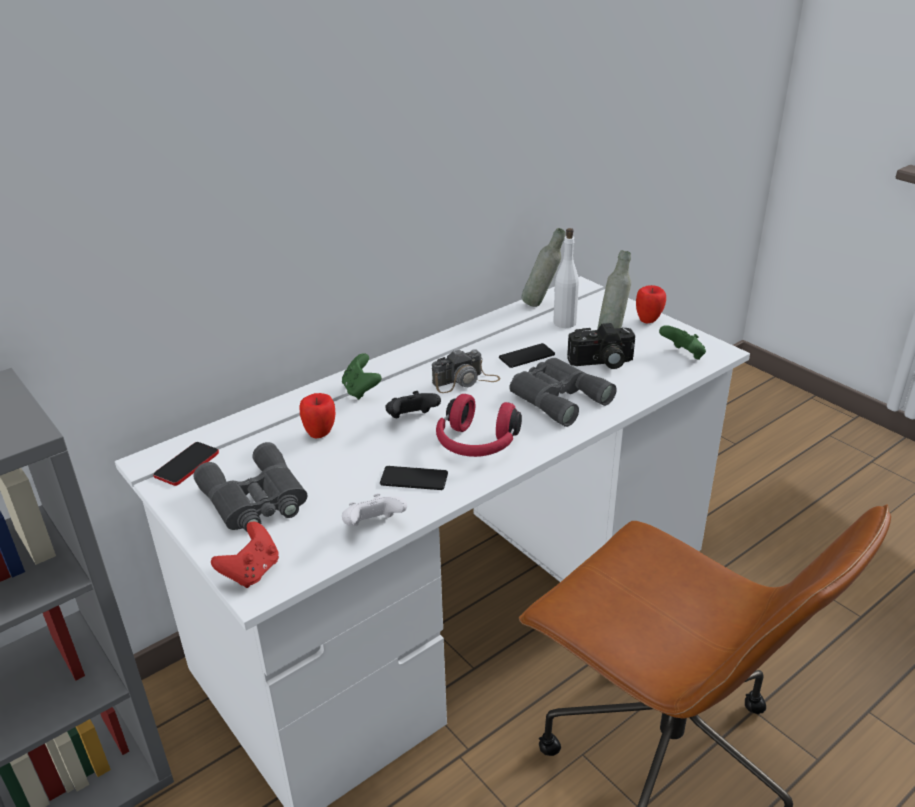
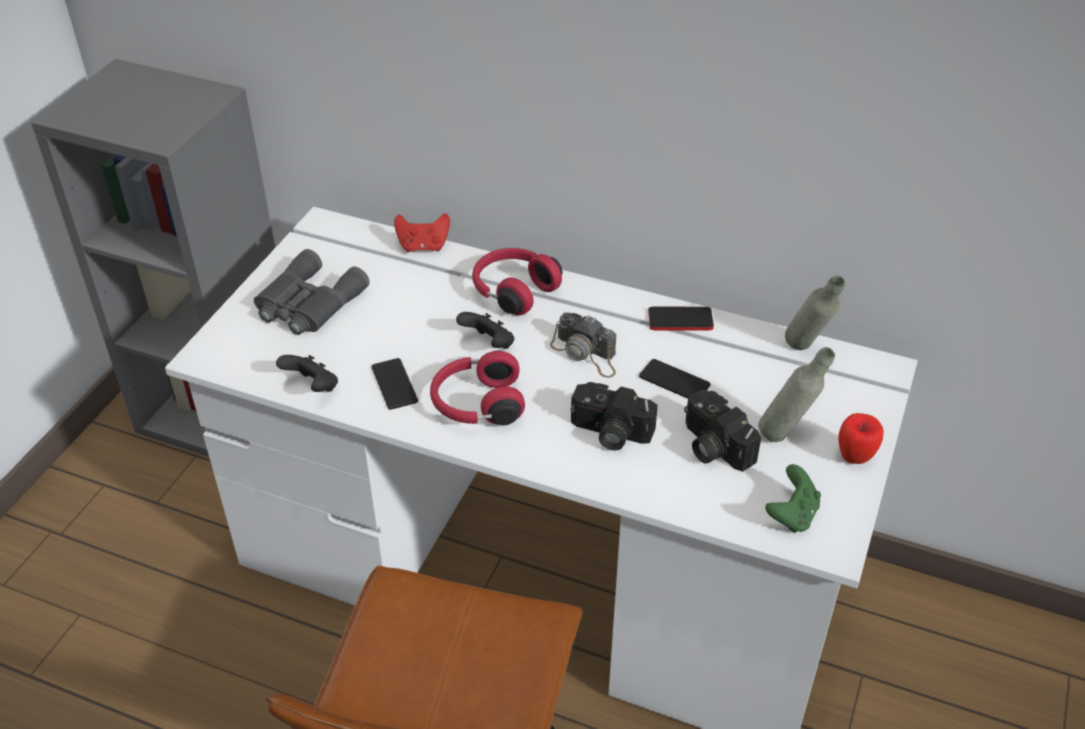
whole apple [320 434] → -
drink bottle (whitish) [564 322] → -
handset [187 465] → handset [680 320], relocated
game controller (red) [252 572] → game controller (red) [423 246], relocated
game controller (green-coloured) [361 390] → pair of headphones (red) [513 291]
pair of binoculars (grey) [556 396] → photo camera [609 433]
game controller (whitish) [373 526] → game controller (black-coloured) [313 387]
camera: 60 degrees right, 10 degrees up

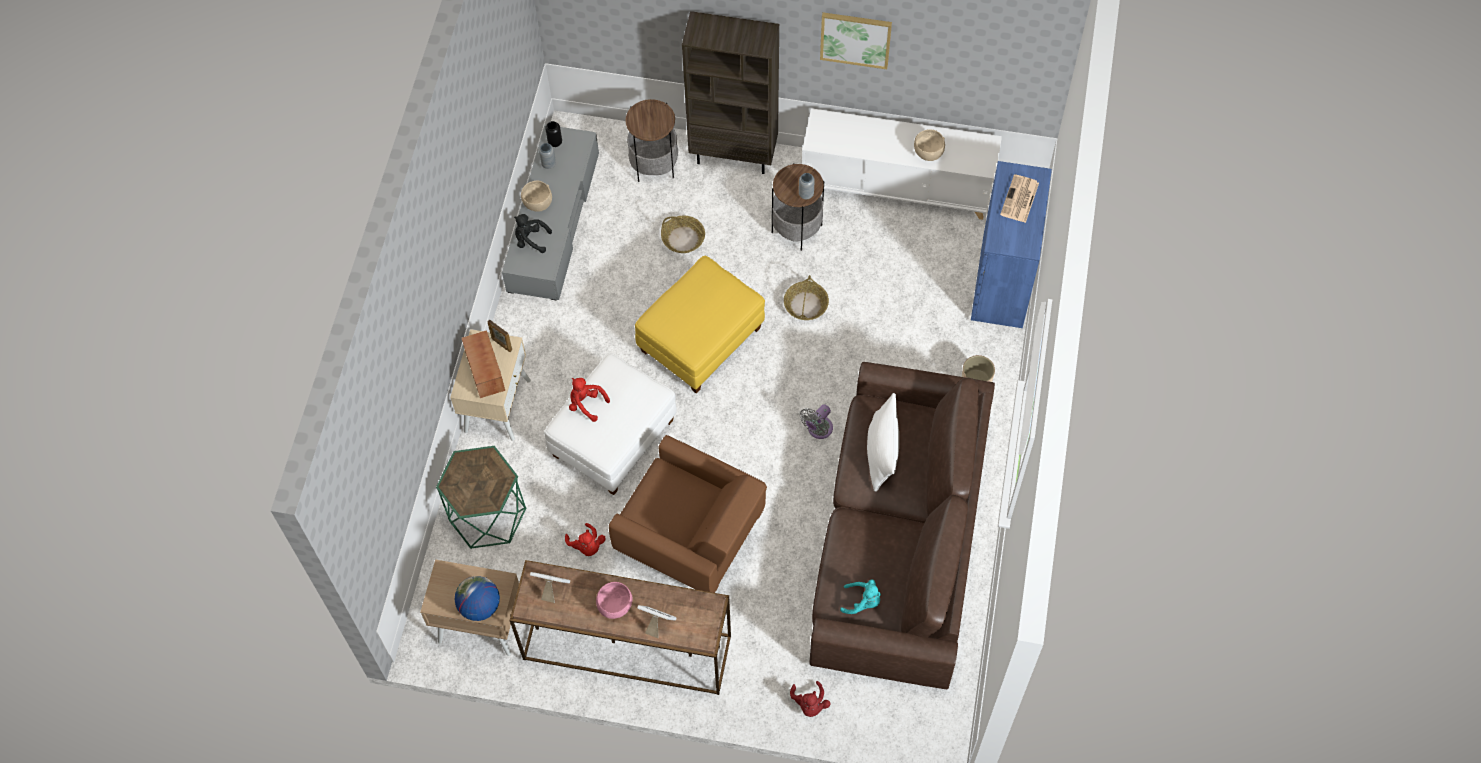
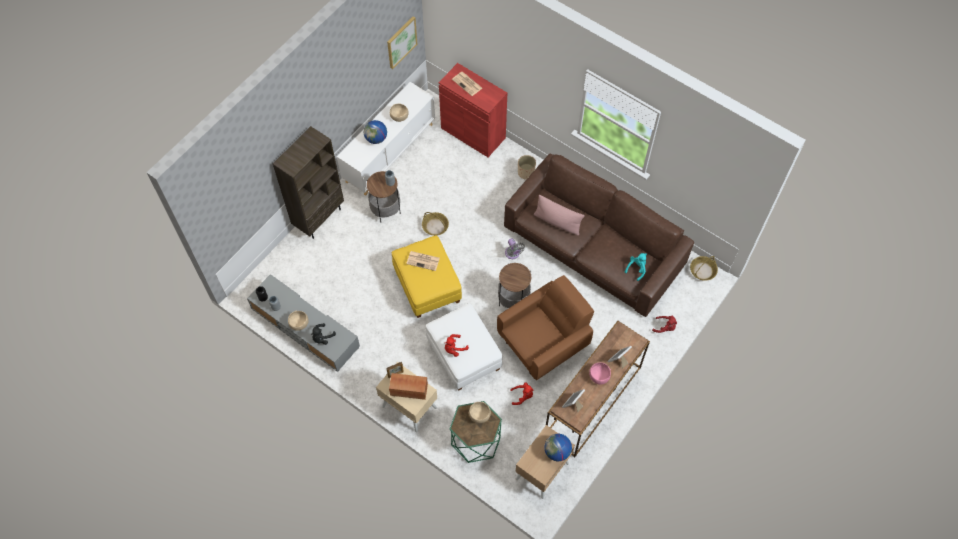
- → world globe [376 139]
- → daily paper [423 261]
- → serving bowl (beige) [479 415]
accent table [654 165] → accent table [513 300], relocated
household basket [683 239] → household basket [702 270], relocated
picture [855 39] → picture [401 42], relocated
pillow (whitish) [881 452] → pillow (pink) [557 222]
cabinet (blue) [1002 280] → cabinet (red) [473 133]
camera: 65 degrees left, 0 degrees up

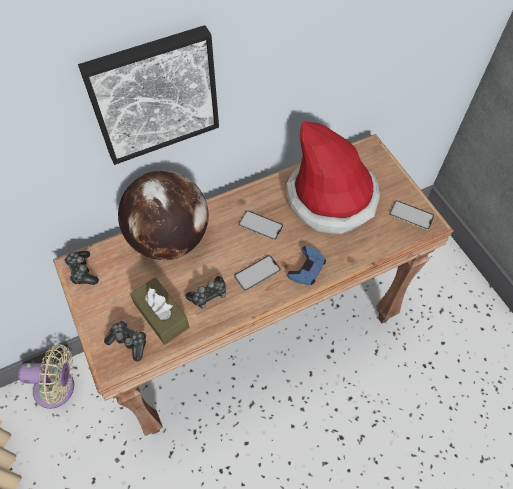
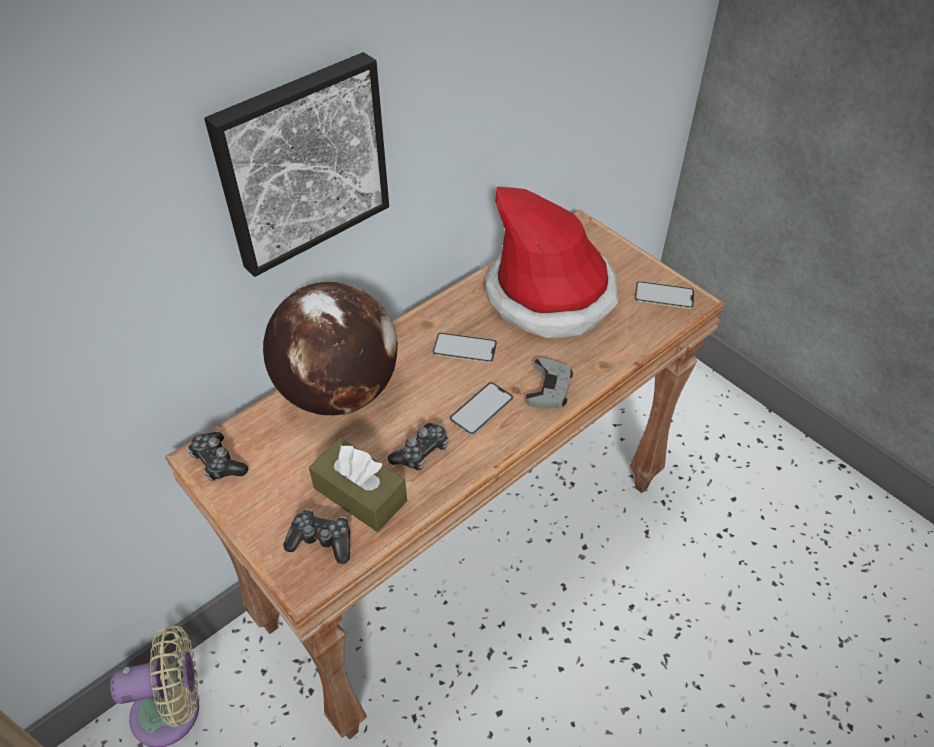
game controller (blue) [307 268] → game controller (grey) [549 388]
camera: 15 degrees left, 10 degrees down

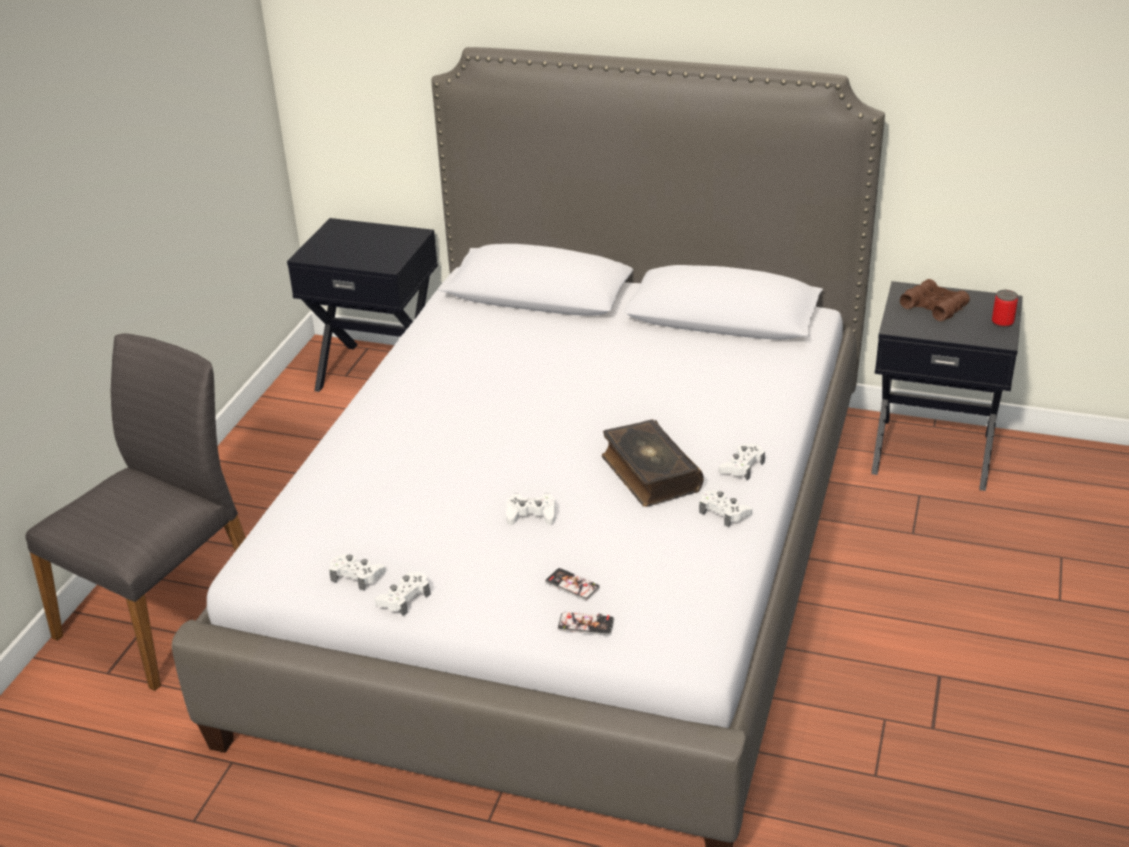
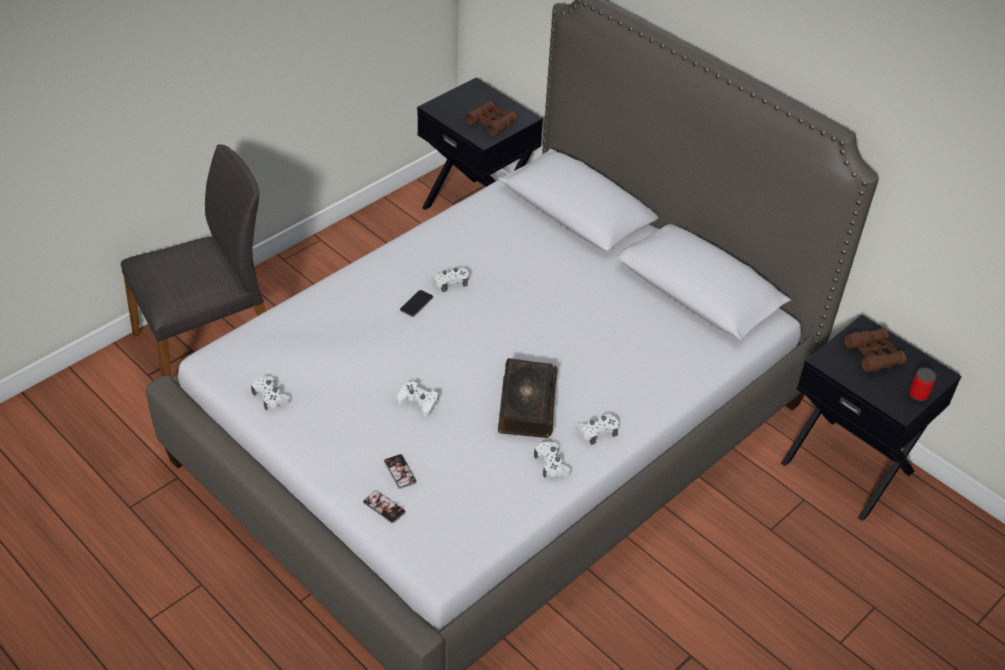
- → handset [416 304]
- → pair of binoculars (brown) [491 123]
game controller (whitish) [404 598] → game controller (whitish) [450 281], relocated
camera: 25 degrees right, 10 degrees up

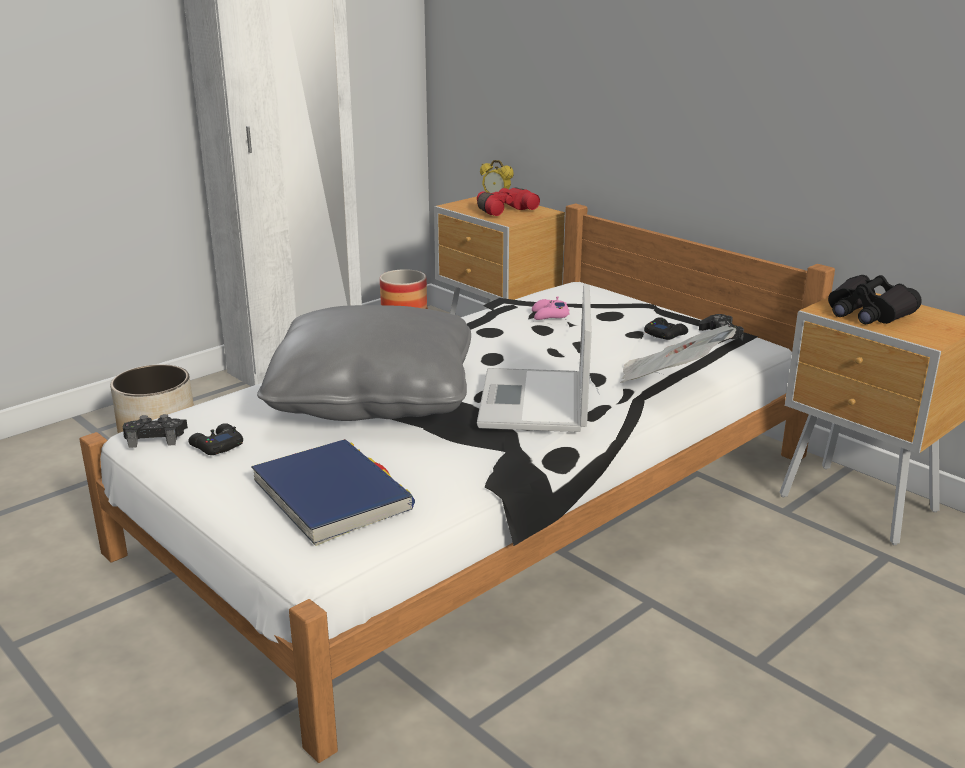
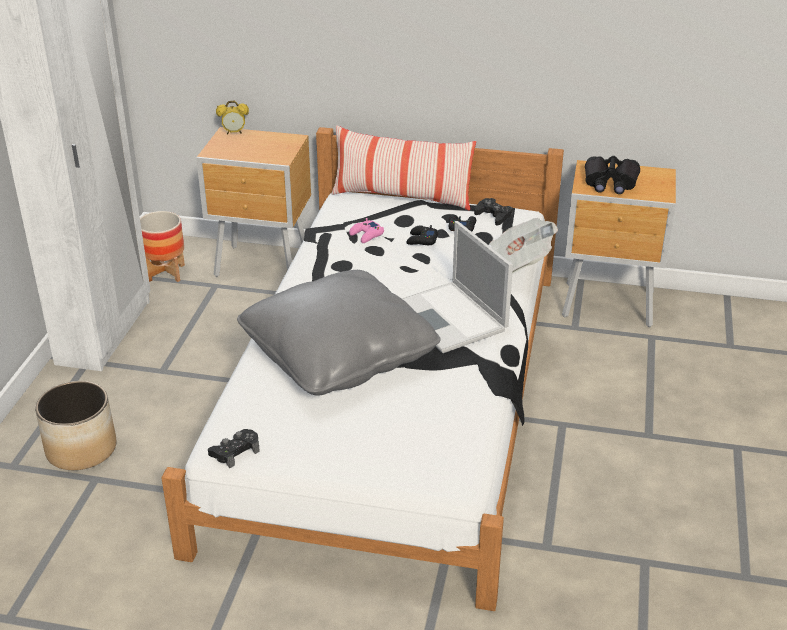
book (blue) [332 496] → -
pair of binoculars (red) [503 210] → -
- → pillow [402 197]
game controller (black-coloured) [216 446] → game controller (black-coloured) [421 240], relocated
camera: 35 degrees left, 10 degrees up

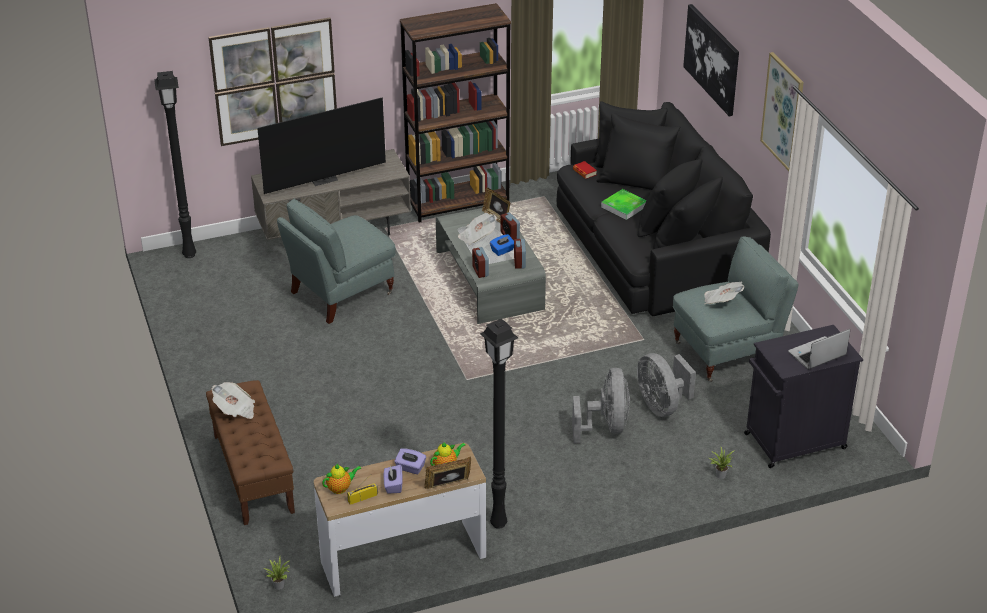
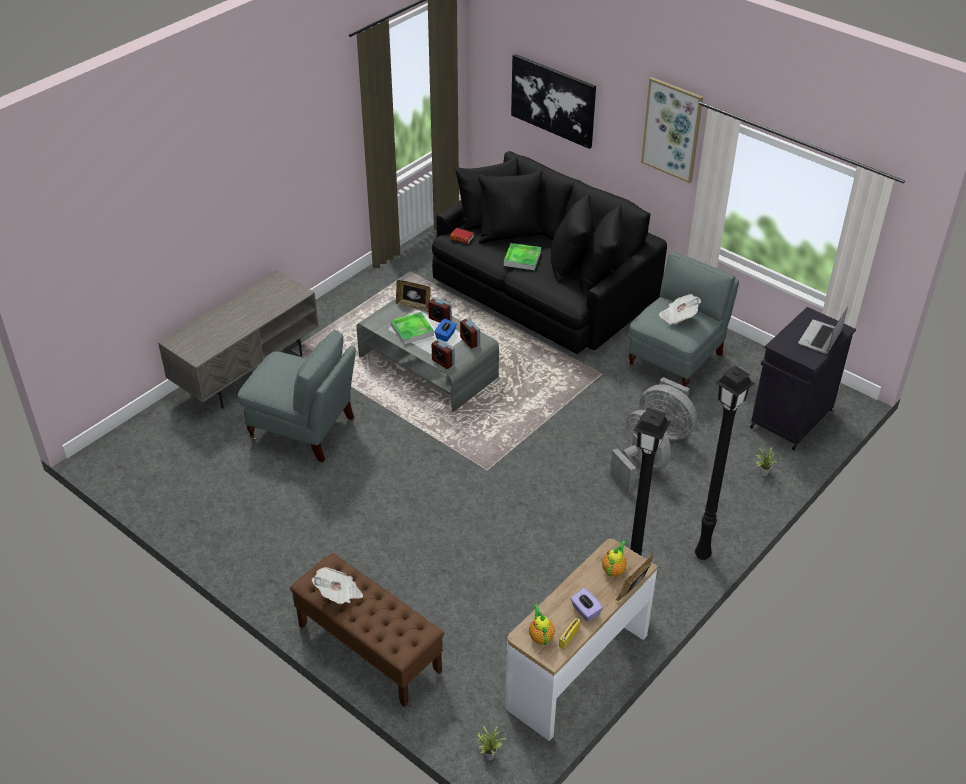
picture [274 81] → -
TV set [323 179] → -
tissue box (purple-coloured) [410 468] → -
bookshelf (brown) [458 203] → -
floor lamp (black-coloured) [190 255] → floor lamp (black-coloured) [704 555], relocated
daily paper [477 237] → tray [412 330]
easy chair (grey) [341 293] → easy chair (grey) [303 429], 90 degrees counterclockwise
teapot [340 488] → teapot [540 636], 45 degrees counterclockwise
camera: 30 degrees left, 5 degrees up

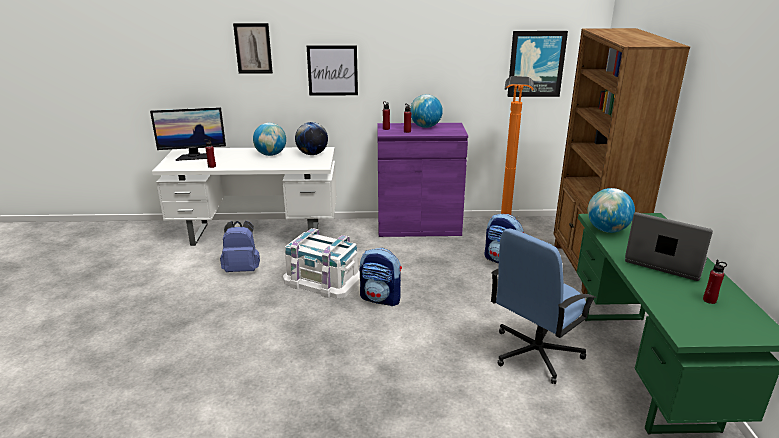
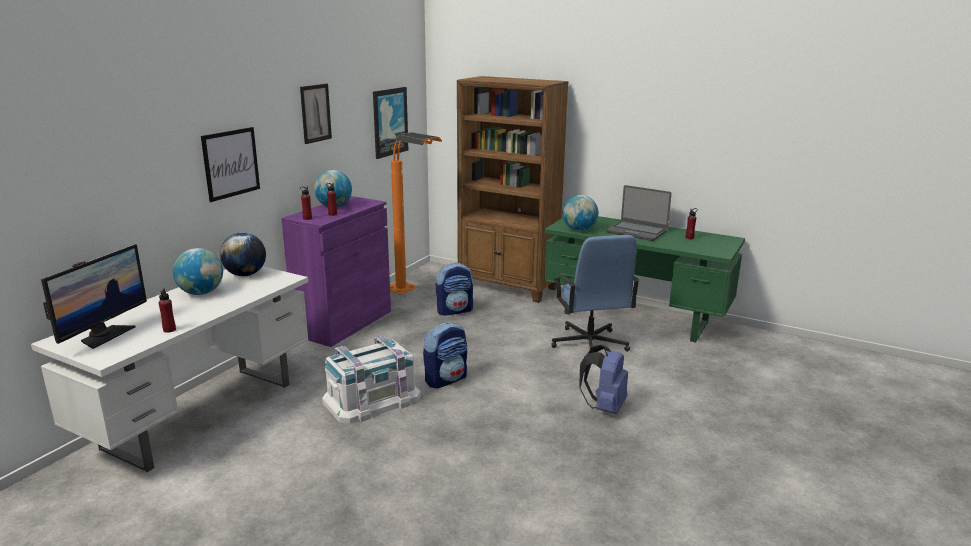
knapsack (blue) [242 269] → knapsack (blue) [604 407], relocated
picture [253 48] → picture [315 113], relocated
notebook computer [665 262] → notebook computer [637 231], 120 degrees counterclockwise
camera: 60 degrees left, 5 degrees down

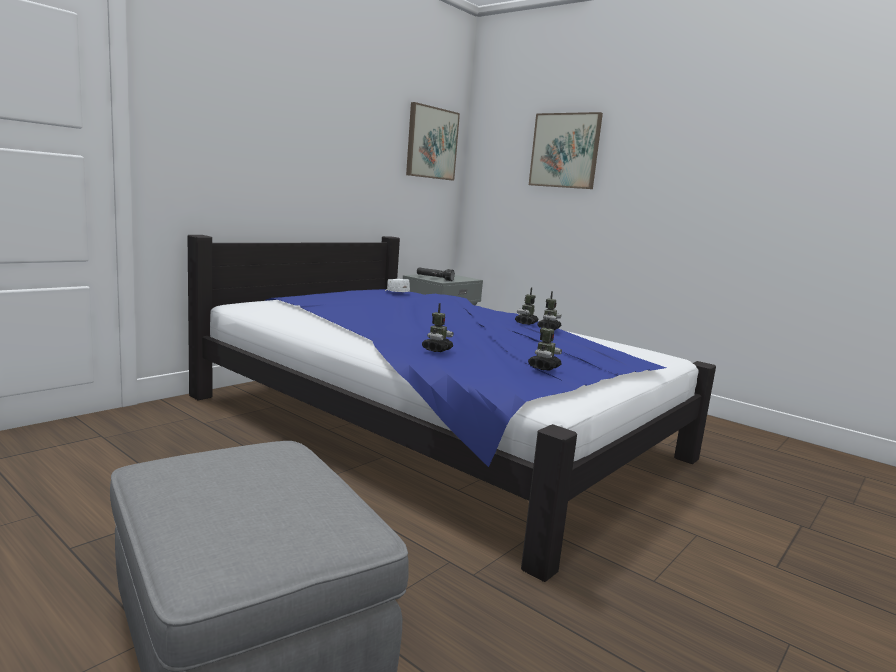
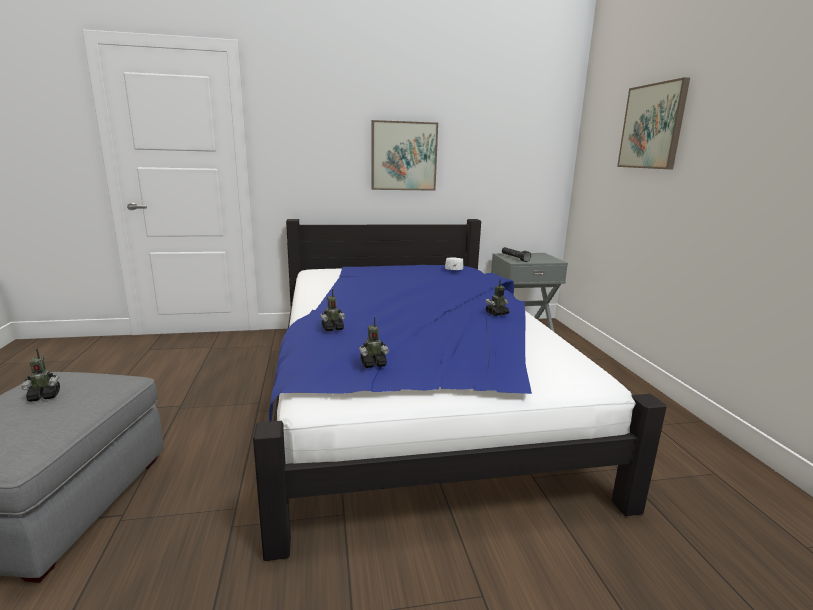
picture [431 143] → picture [403 156], relocated
robot figure [548 328] → robot figure [44 396], relocated
camera: 40 degrees right, 5 degrees up

